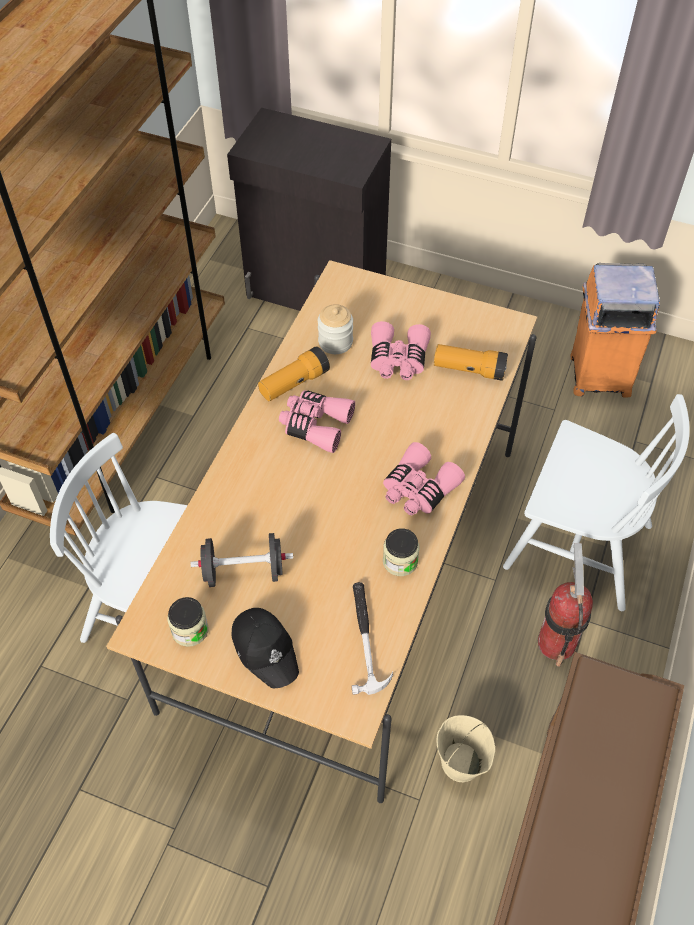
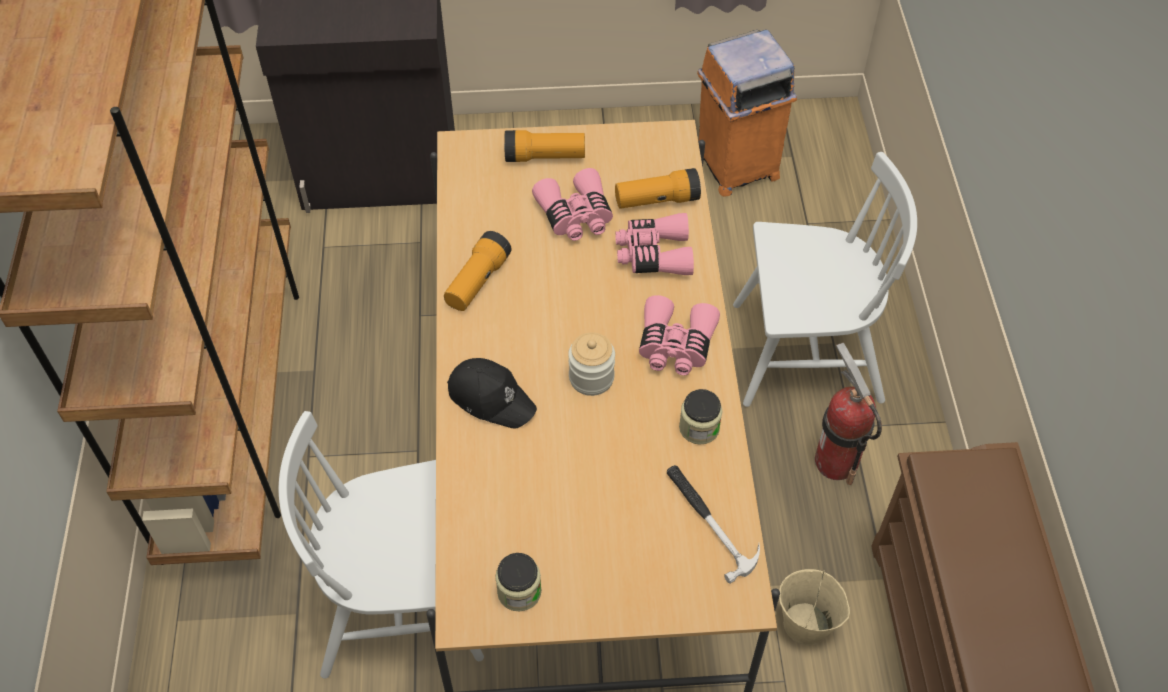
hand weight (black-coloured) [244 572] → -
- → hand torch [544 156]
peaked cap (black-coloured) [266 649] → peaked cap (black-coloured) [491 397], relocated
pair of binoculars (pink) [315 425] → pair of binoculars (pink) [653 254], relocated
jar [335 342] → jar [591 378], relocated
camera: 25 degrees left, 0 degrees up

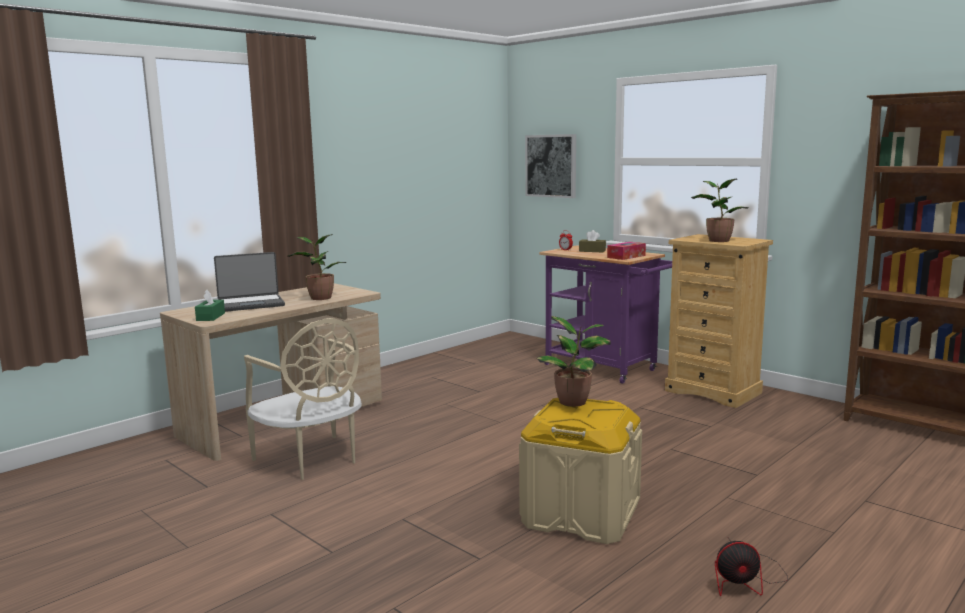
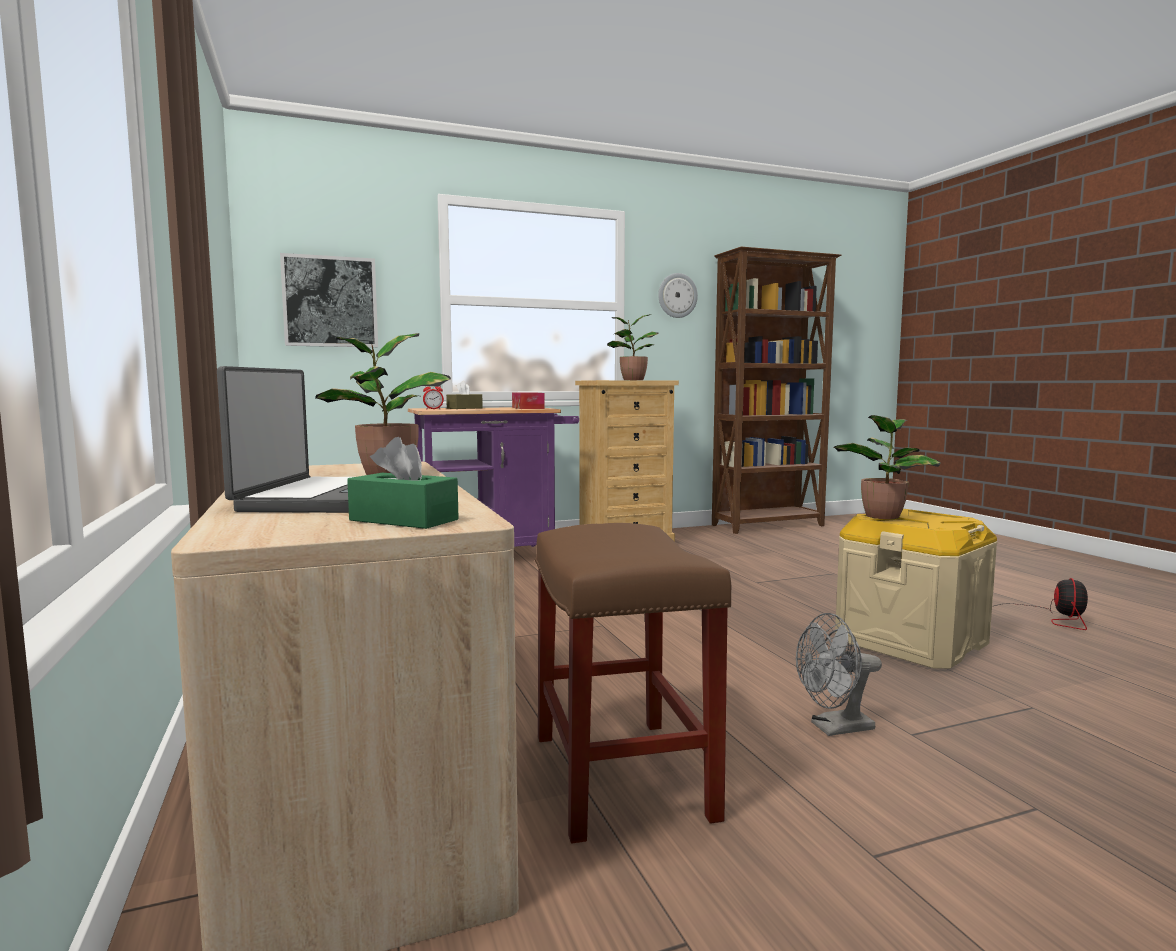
- → clock on the wall [677 295]
- → fan (grey) [834 728]
chair (beige) [311 459] → sitting stool (brown) [622 777]
camera: 65 degrees left, 5 degrees down

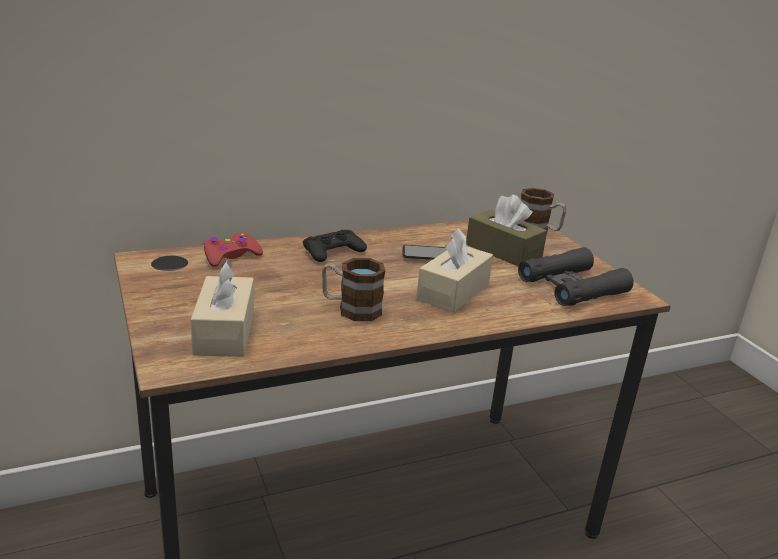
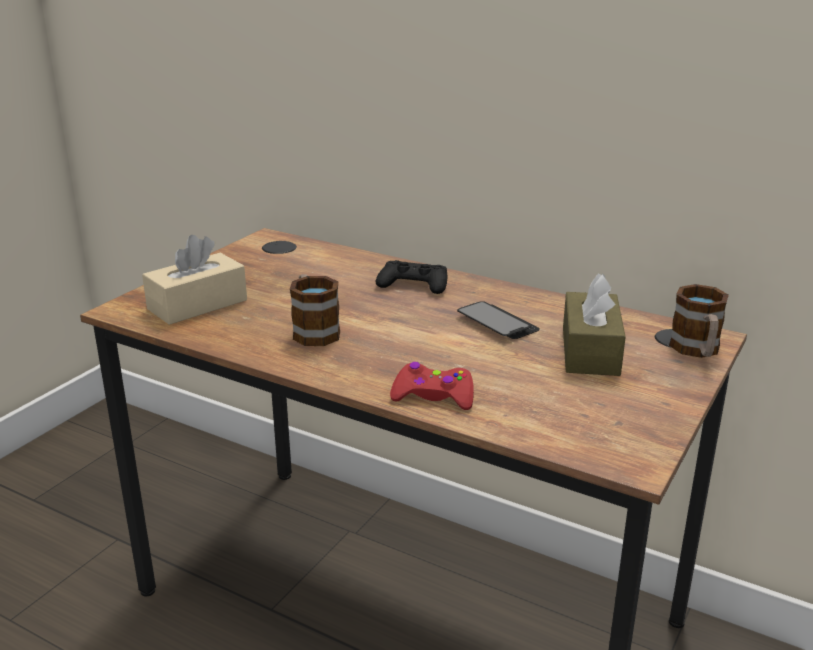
tissue box (beige) [453 292] → -
pair of binoculars (black-coloured) [572 287] → -
game controller (red) [231 256] → game controller (red) [433 396], relocated
camera: 55 degrees right, 0 degrees up

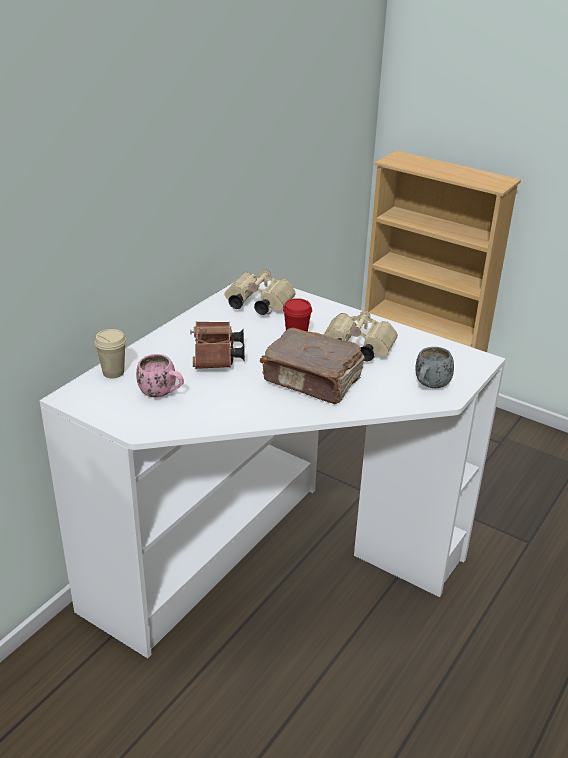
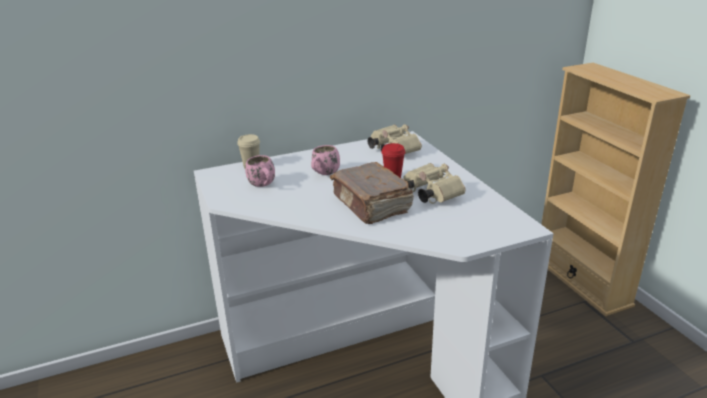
mug (grey) [429 386] → -
pair of binoculars (brown) [216 358] → mug (pink) [324 174]
camera: 35 degrees right, 5 degrees down

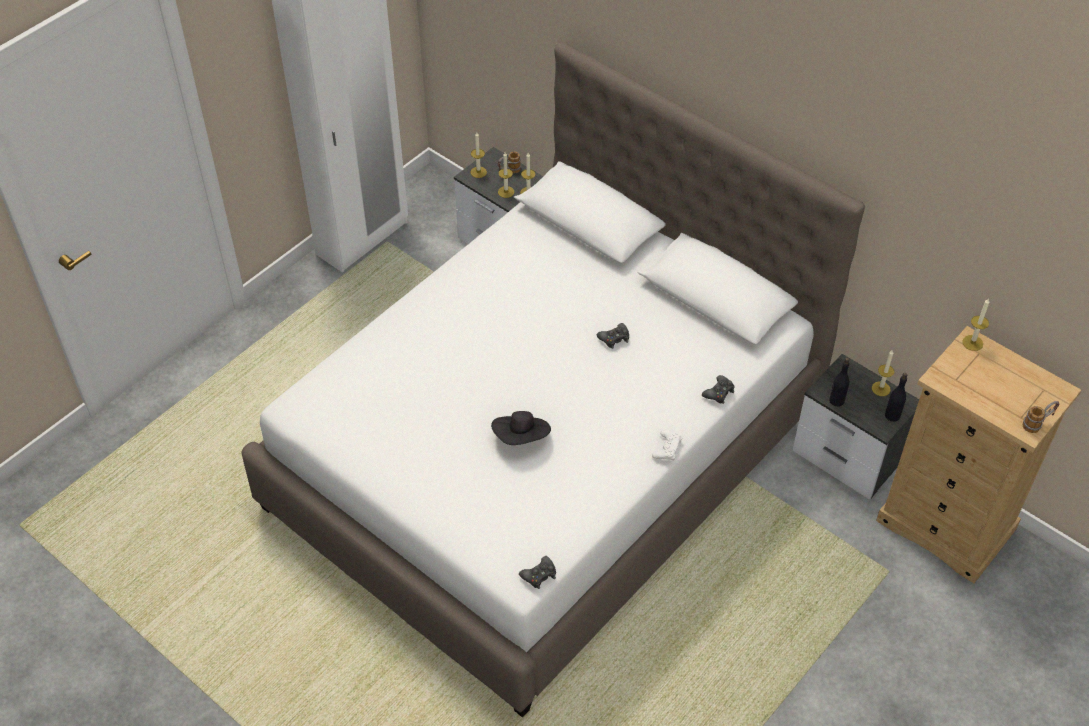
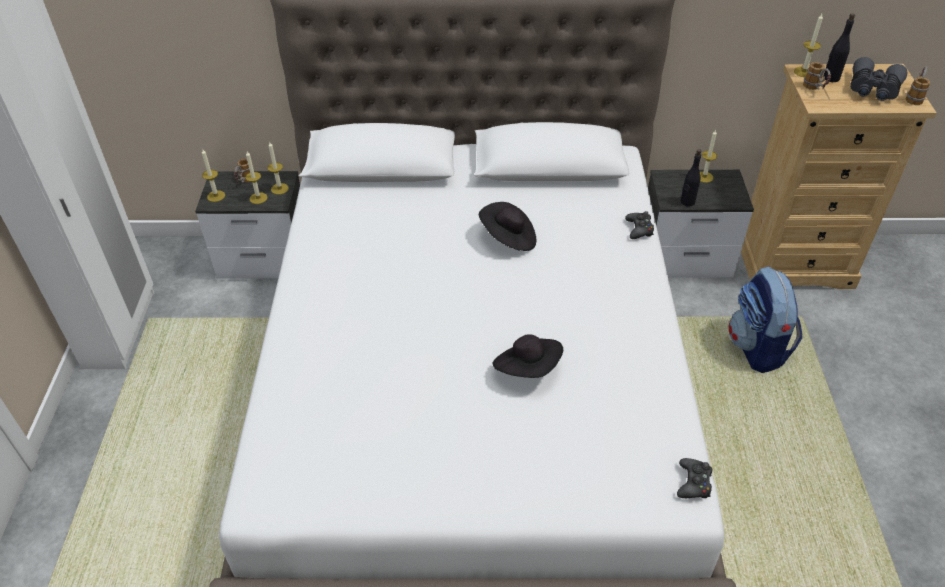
game controller (whitish) [667 448] → -
- → knapsack [757 348]
- → mug [815 89]
- → pair of binoculars (grey) [873 90]
drink bottle (black-coloured) [892 415] → drink bottle (black-coloured) [831 78], relocated
game controller (black-coloured) [614 338] → hat (black-coloured) [508 238]
camera: 40 degrees left, 5 degrees down

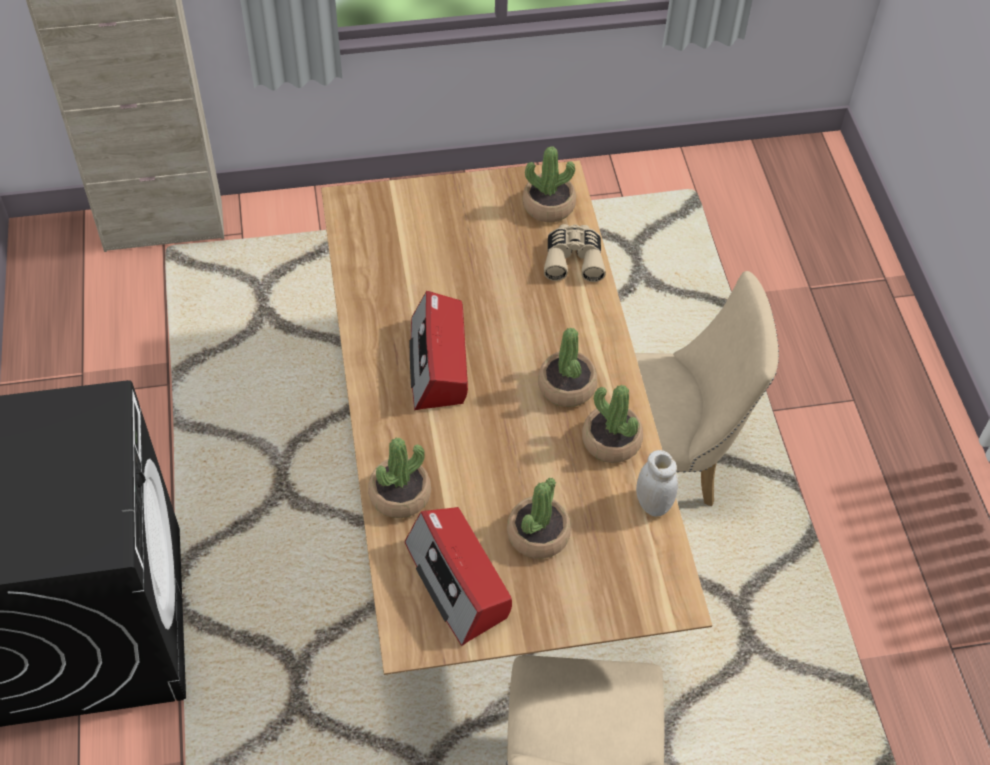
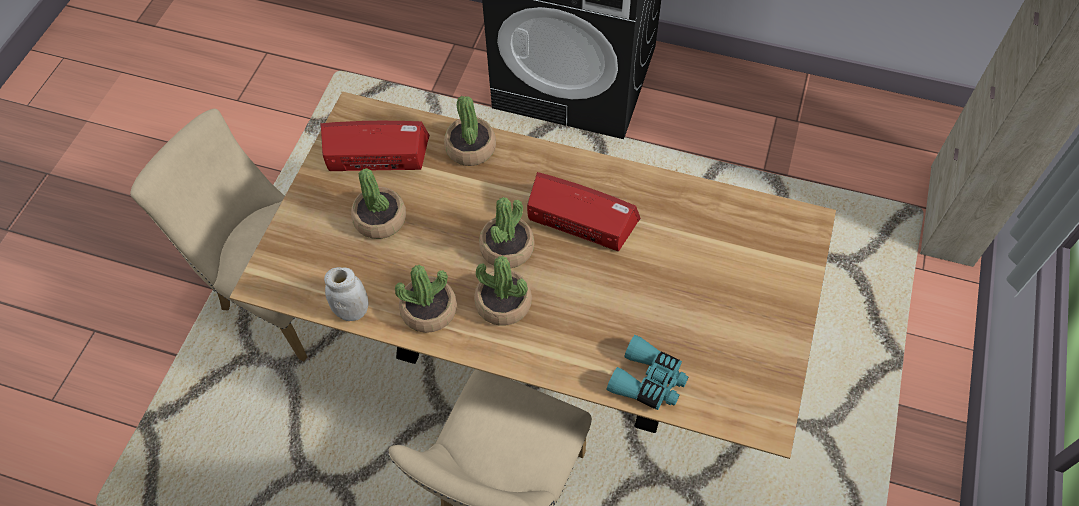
houseplant [548 205] → houseplant [507 248], relocated
pair of binoculars (beige) [573 259] → pair of binoculars (turquoise-coloured) [648 381]
camera: 120 degrees right, 5 degrees up

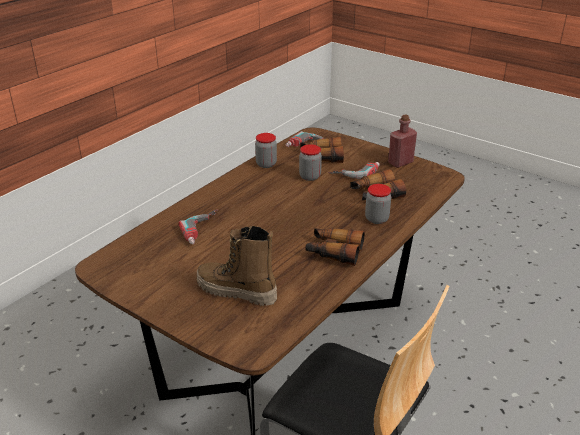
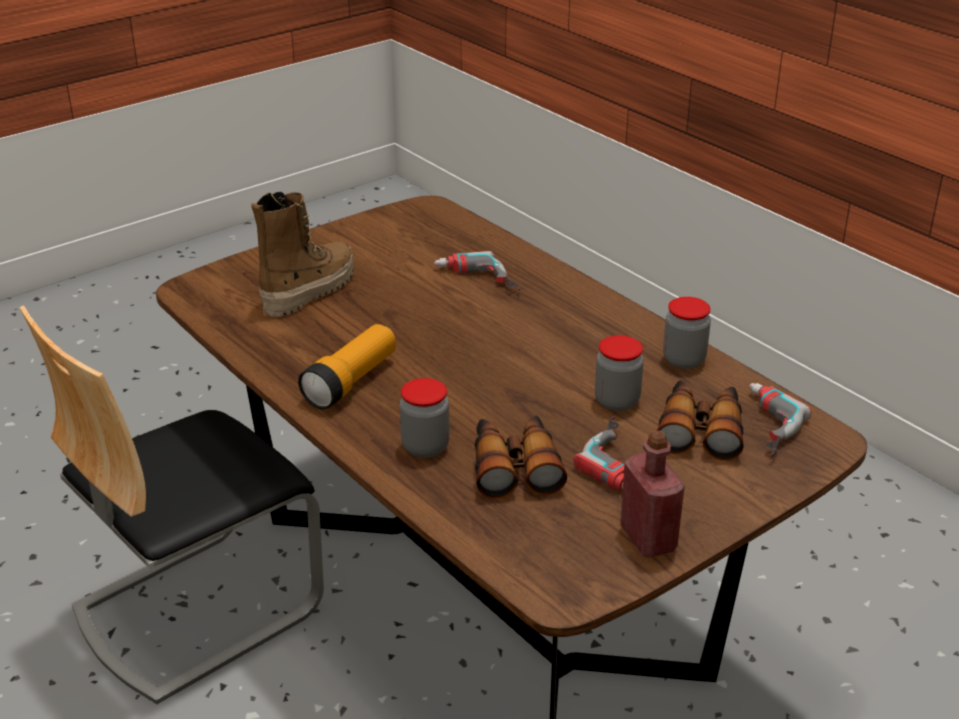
pair of binoculars [334 252] → hand torch [351 382]
camera: 105 degrees right, 0 degrees up

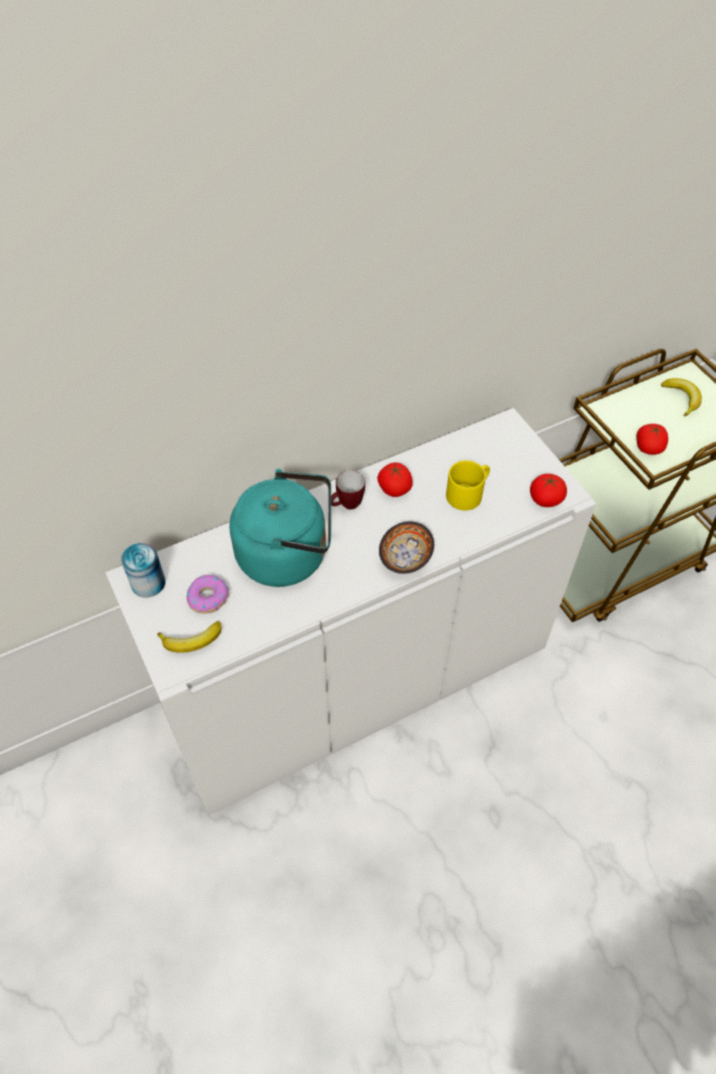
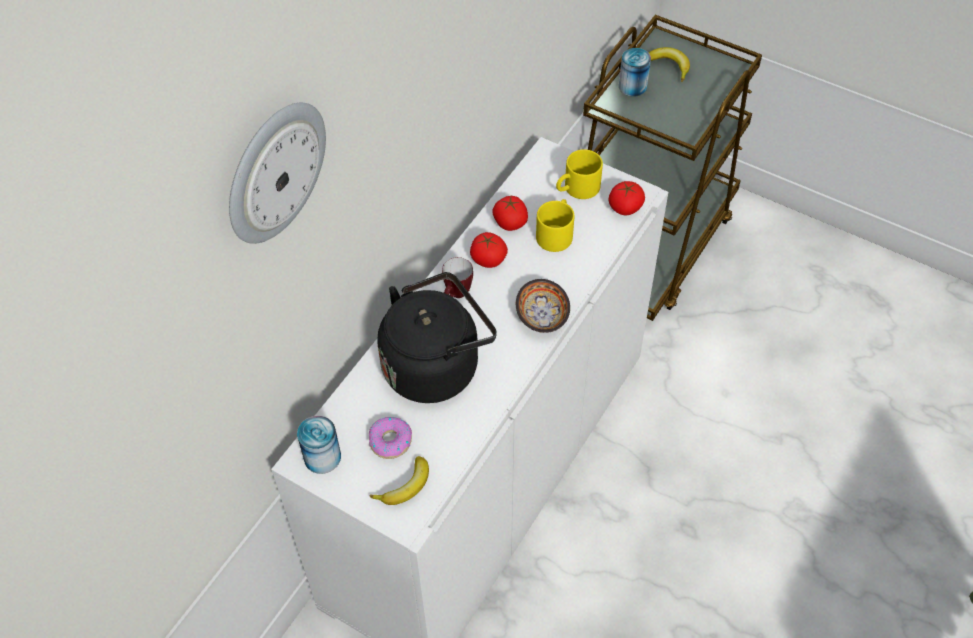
- → clock on the wall [274 171]
- → mug (yellowish) [577 189]
- → metal can [632 86]
whole tomato [648 448] → whole tomato [510 223], relocated
water kettle (turquoise-coloured) [288 554] → water kettle (black-coloured) [435 365]
camera: 30 degrees left, 0 degrees up

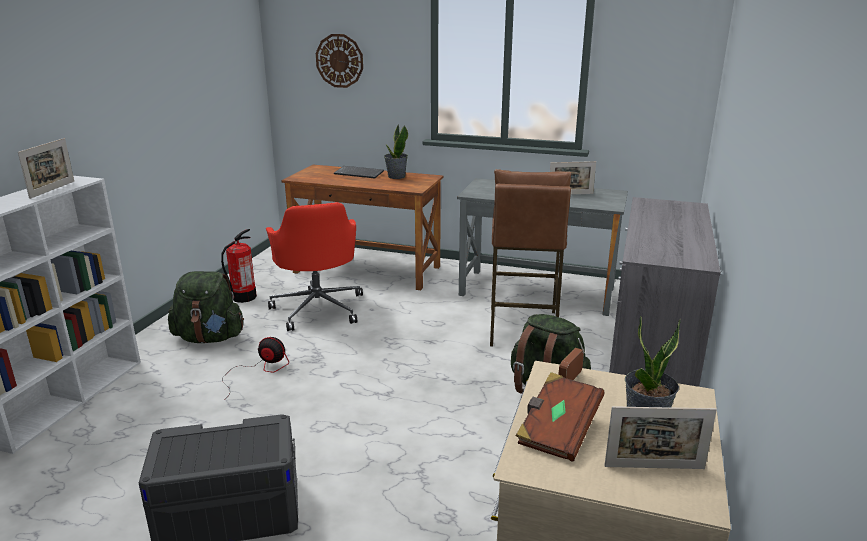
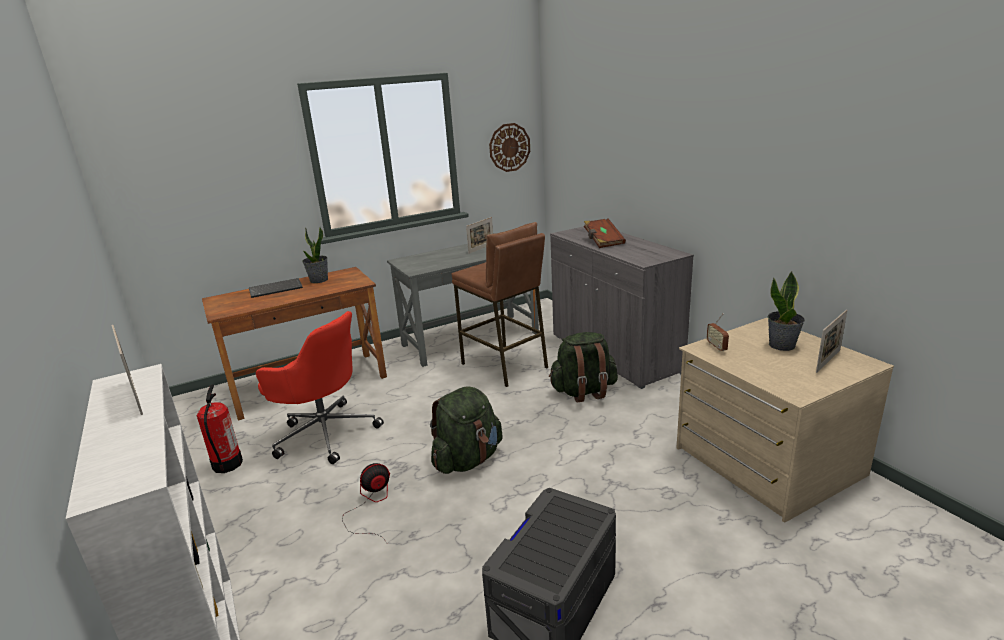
knapsack (green-coloured) [210 338] → knapsack (green-coloured) [468 460], relocated
clock on the wall [339 61] → clock on the wall [509 147], relocated
book (brown) [557 431] → book (brown) [603 241], relocated
camera: 45 degrees left, 0 degrees up

